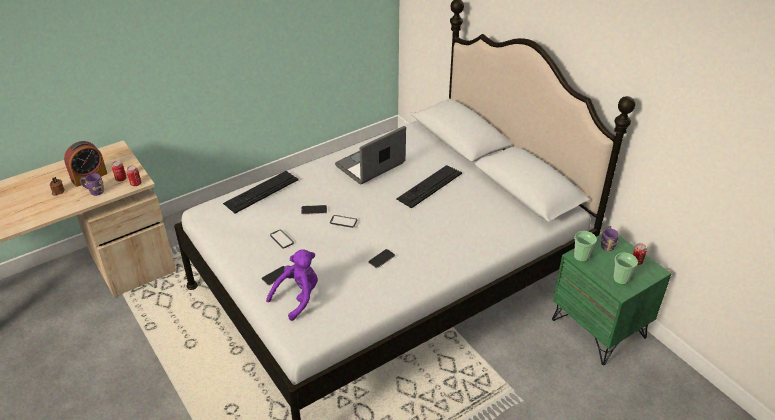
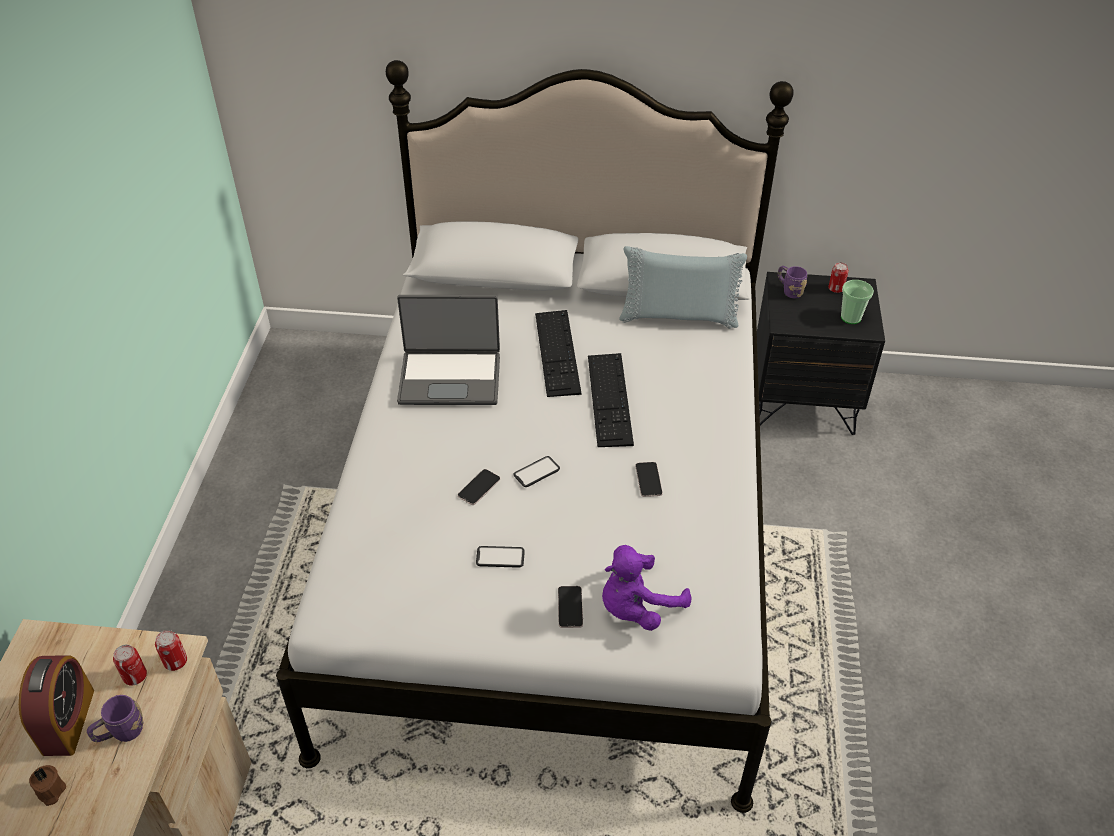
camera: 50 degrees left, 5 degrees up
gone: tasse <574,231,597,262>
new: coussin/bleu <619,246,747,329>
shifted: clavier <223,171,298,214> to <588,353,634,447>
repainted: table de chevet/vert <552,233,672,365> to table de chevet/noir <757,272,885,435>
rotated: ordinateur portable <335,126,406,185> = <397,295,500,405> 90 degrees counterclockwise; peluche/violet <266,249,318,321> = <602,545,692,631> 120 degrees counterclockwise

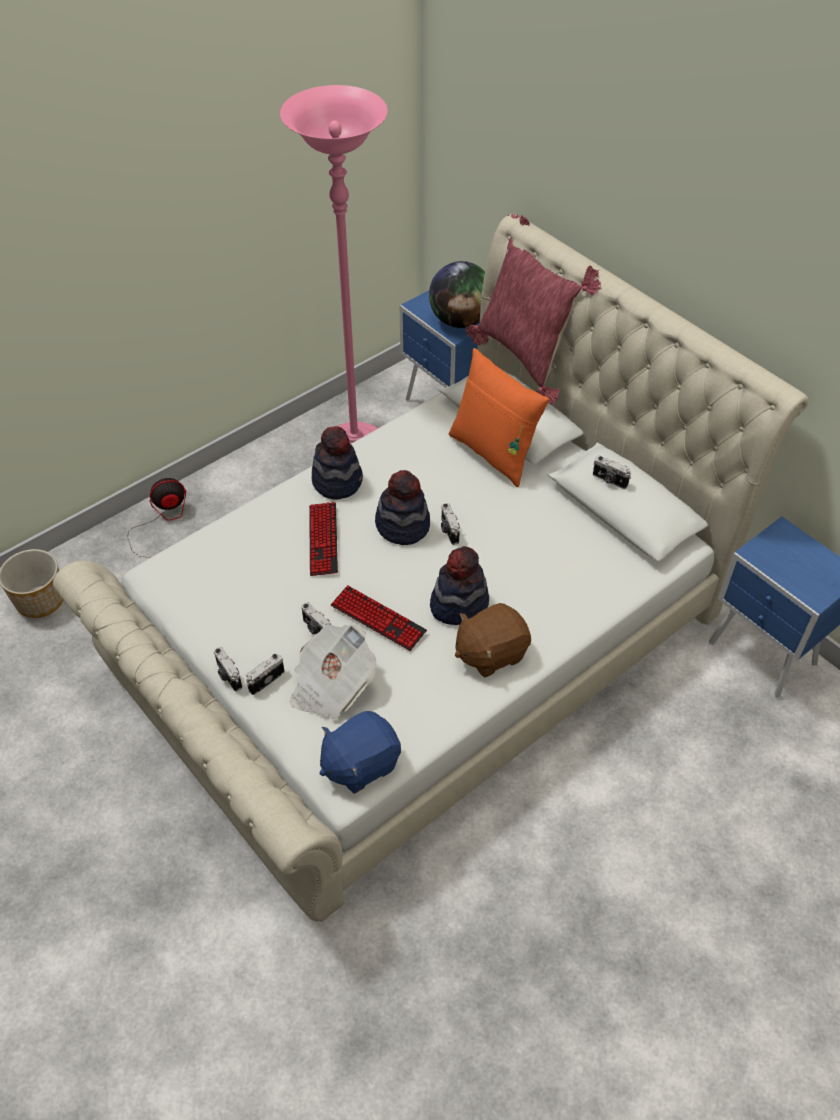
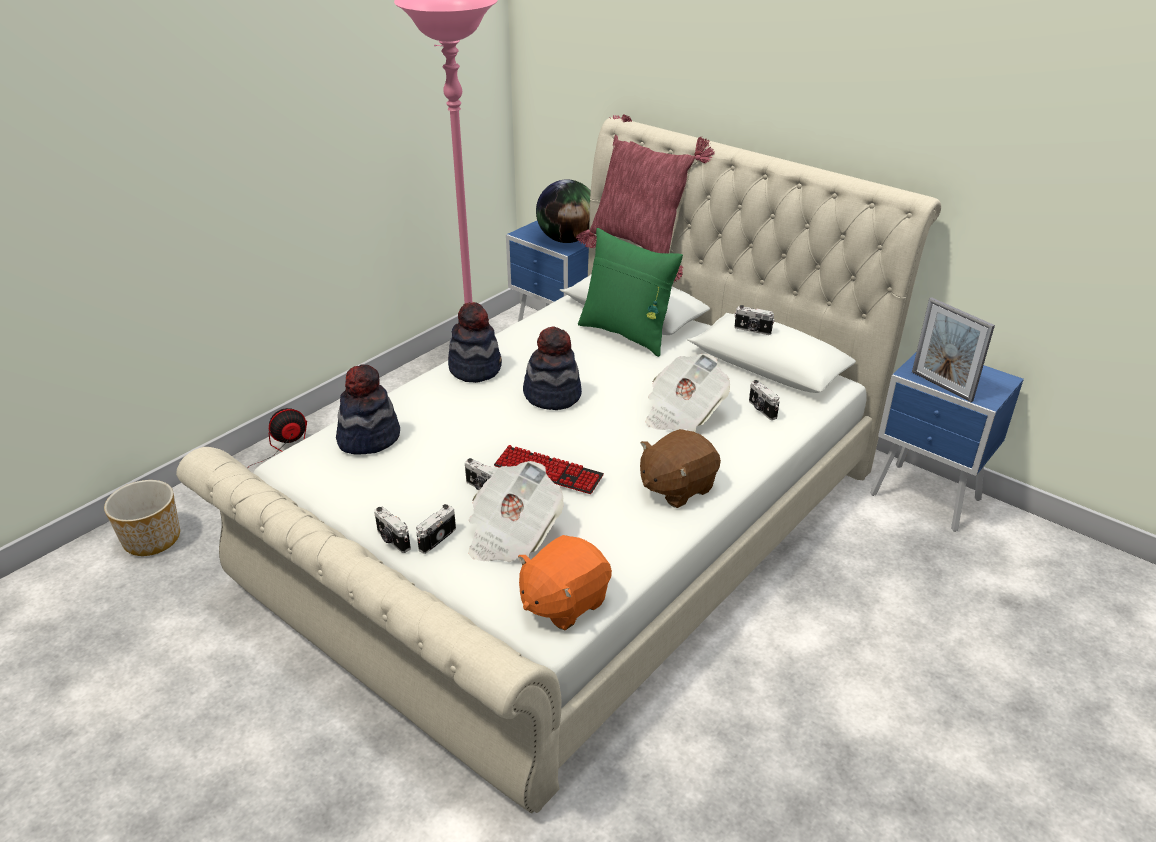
camera: 10 degrees left, 15 degrees down
gone: clavier <309,502,338,576>
new: cadre photo <912,297,995,402>; journal <645,354,730,432>
shifted: appareil photo <441,503,460,545> to <749,380,780,420>; chapeau <430,546,489,625> to <336,364,400,455>
repainted: coussin/orange <448,348,549,487> to coussin/vert <578,228,683,357>; peluche/bleu <320,711,401,794> to peluche/orange <518,535,612,630>

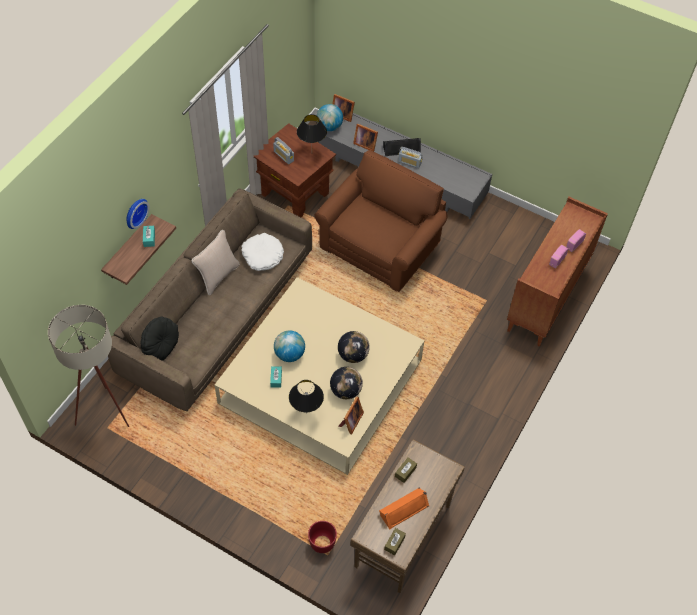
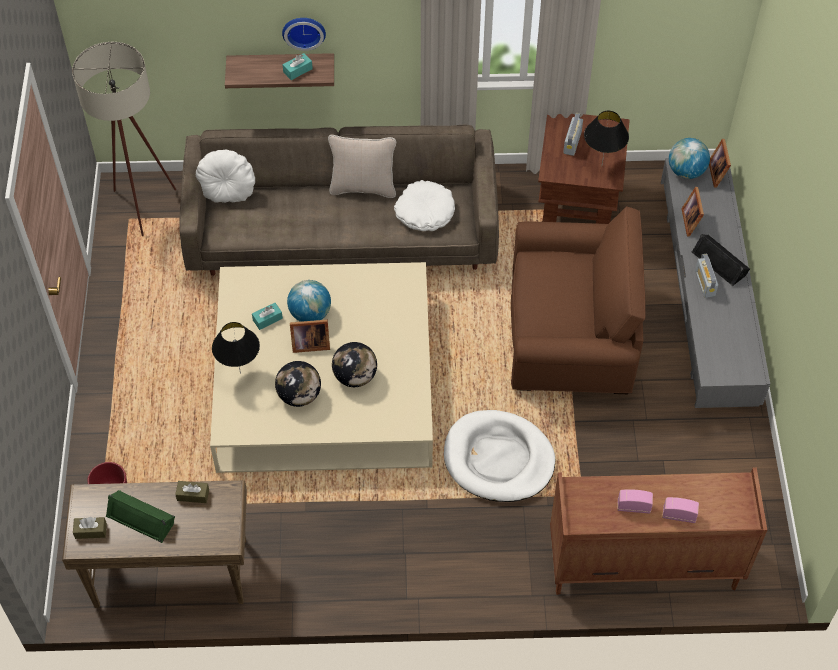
camera: 60 degrees right, 0 degrees up
new: panier pour chien/blanc <444,410,555,502>
shifted: cadre photo <338,396,364,435> to <290,320,330,353>
repainted: coussin/noir <140,316,179,360> to coussin/blanc <196,150,255,203>; enceinte/orange <379,488,429,530> to enceinte/vert <106,490,175,543>

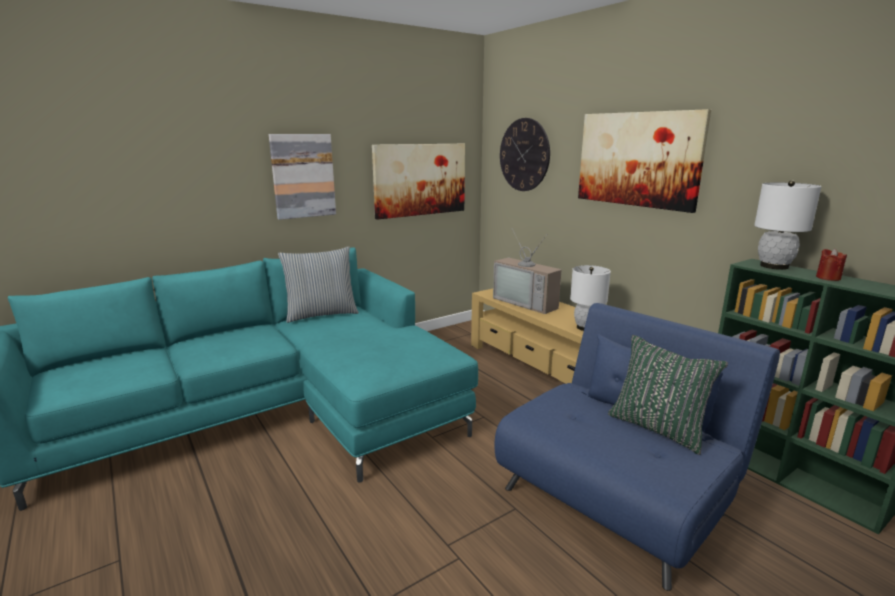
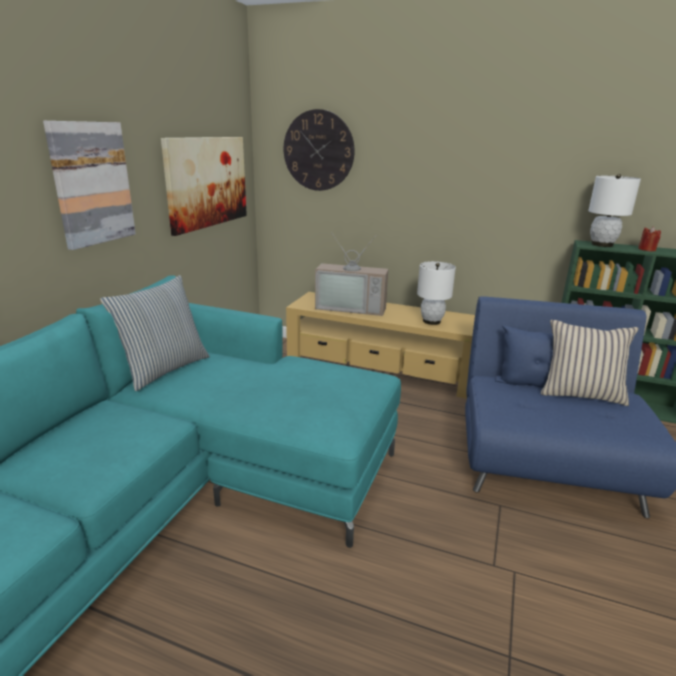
camera: 35 degrees left, 5 degrees up
gone: tableau <578,109,711,213>
repainted: coussin/vert <608,335,728,455> to coussin/beige <541,320,639,406>

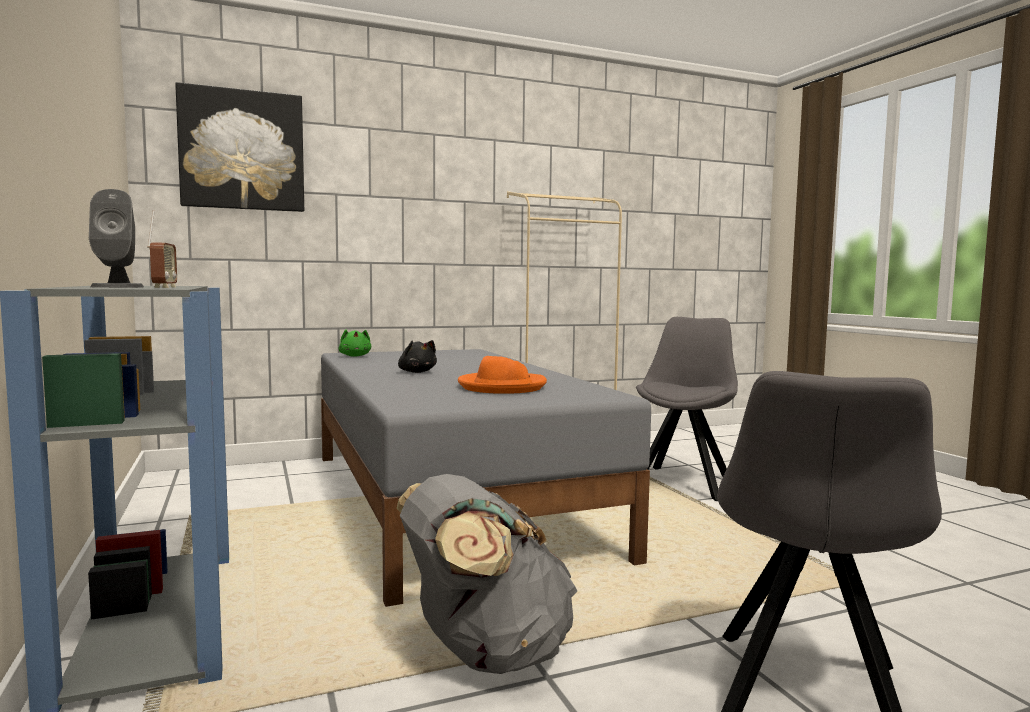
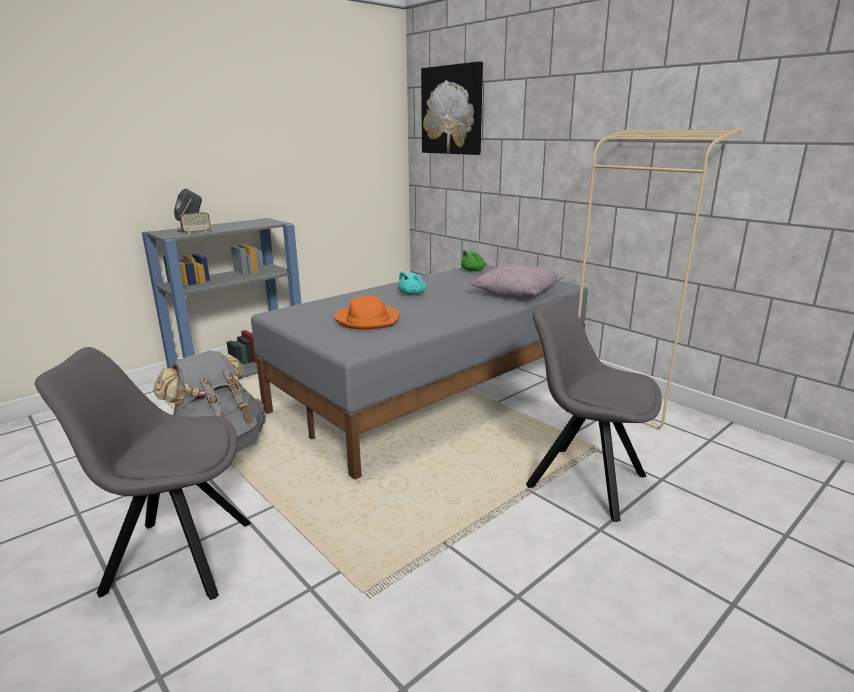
camera: 70 degrees right, 15 degrees up
new: coussin/violet <469,263,564,299>
repainted: peluche/noir <398,340,437,373> to peluche/turquoise <398,271,426,295>
rotated: chaise/gris <636,317,738,501> = <526,296,662,522> 150 degrees counterclockwise

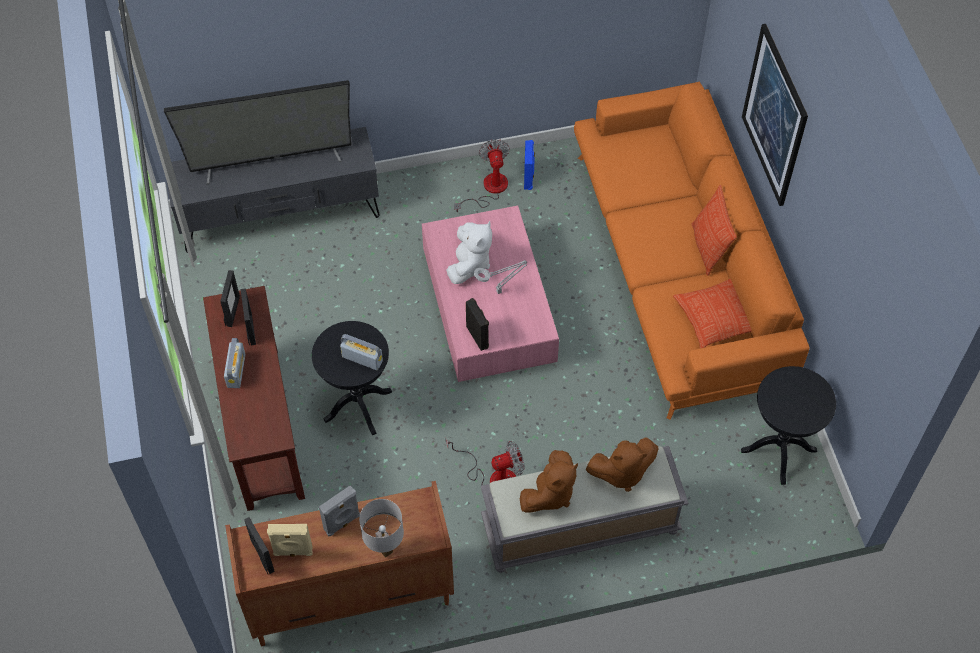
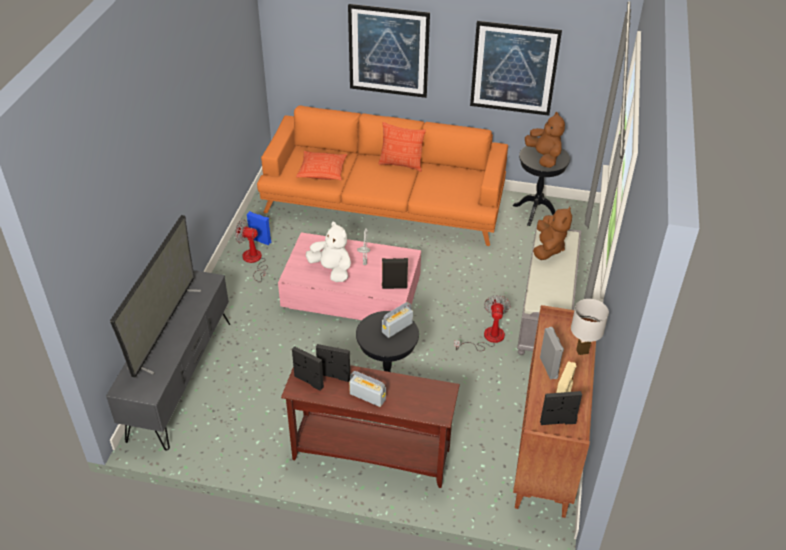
camera: 65 degrees left, 15 degrees down
new: tableau <470,21,562,116>
shifted: coussin/orange <673,279,751,348> to <296,151,347,180>; peluche/marron <520,450,578,513> to <525,112,565,168>

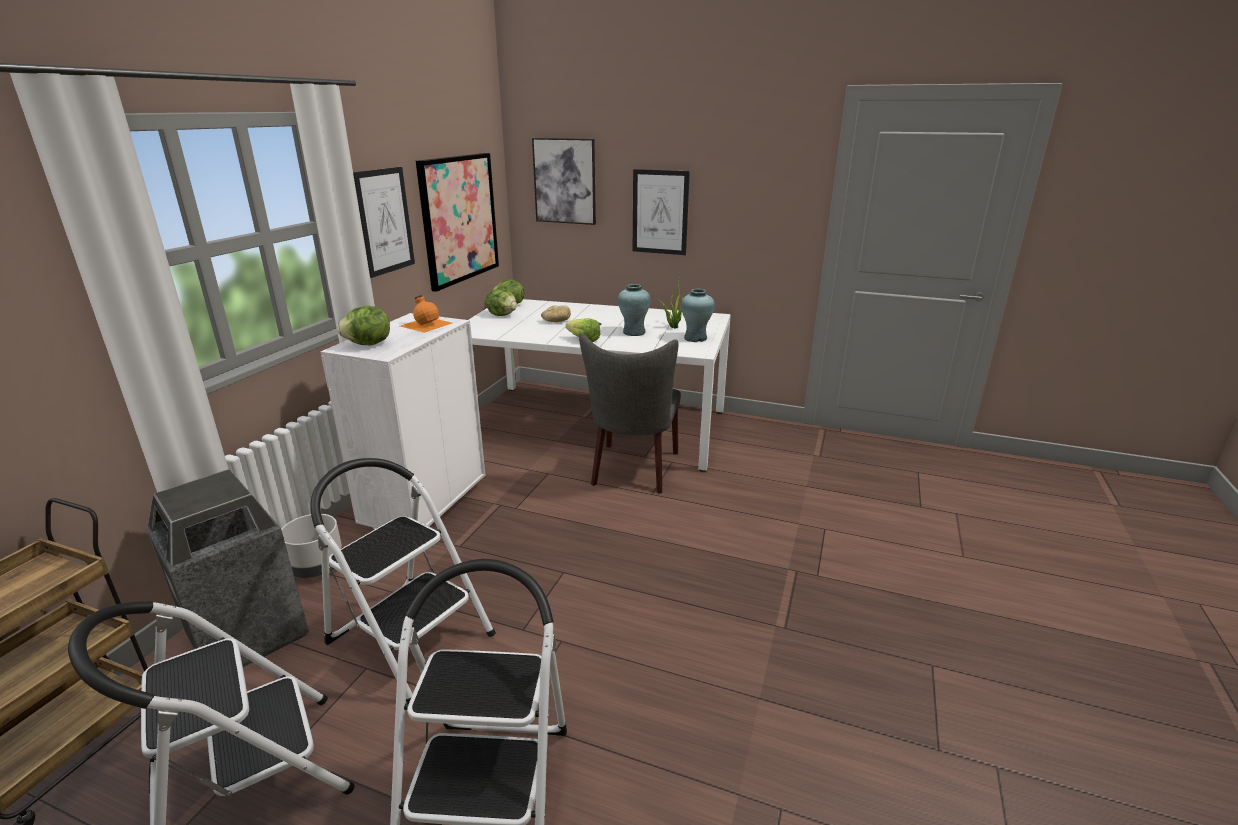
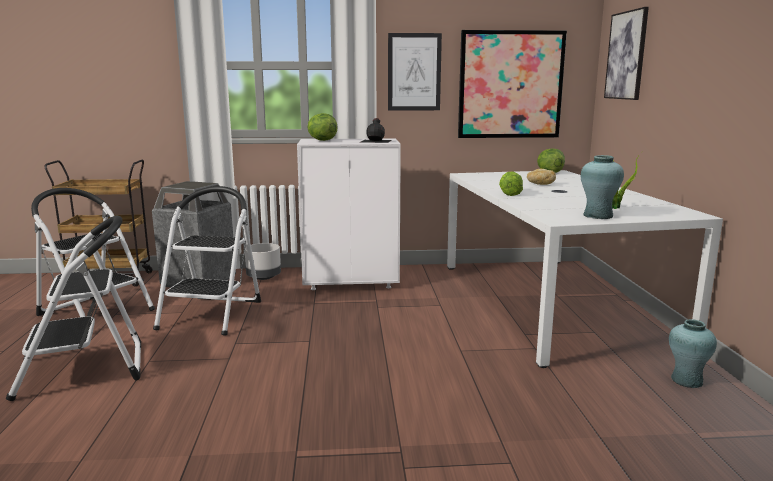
camera: 65 degrees right, 10 degrees down
gone: tableau <633,169,690,255>; laitue <486,289,517,316>; chaise/gris <579,333,681,494>
shifted: vase/turquoise <618,284,651,336> to <669,319,717,388>
repainted: bouteille/orange <400,295,452,333> to bouteille/noir <361,118,392,143>

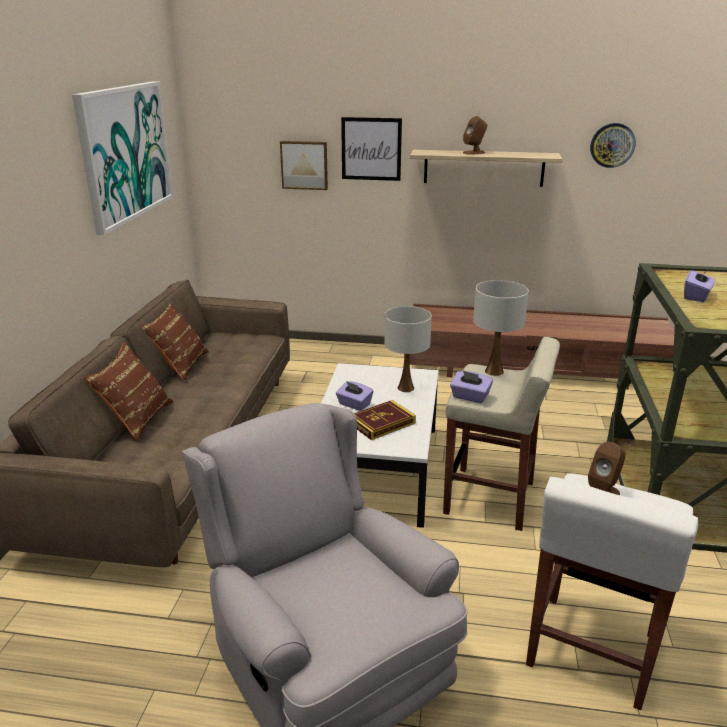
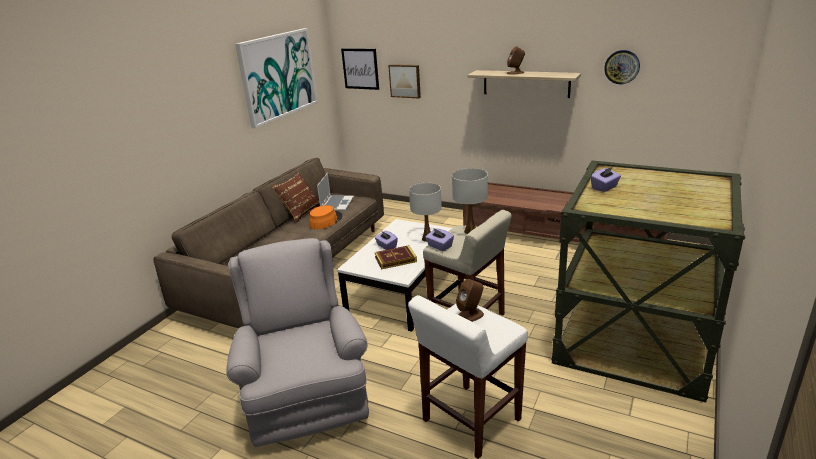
camera: 20 degrees right, 0 degrees up
gone: coussin/marron <83,342,173,441>
new: ordinateur portable <317,173,354,211>; chapeau/orange <309,205,342,229>
shifted: tableau <341,117,402,181> to <341,48,379,90>

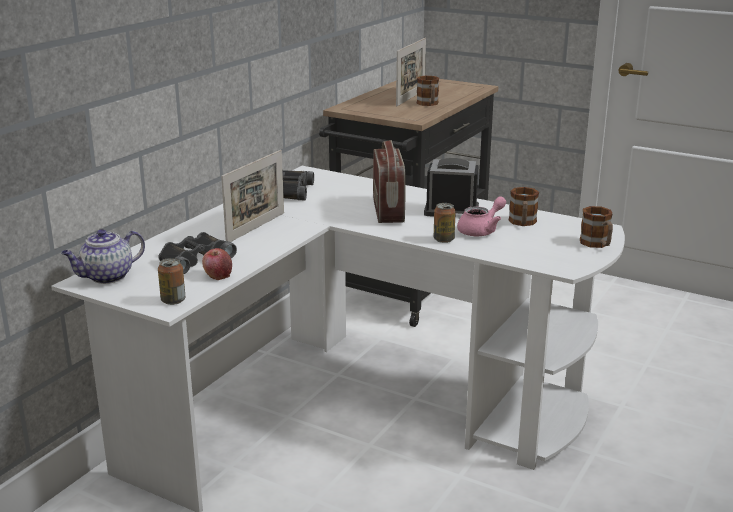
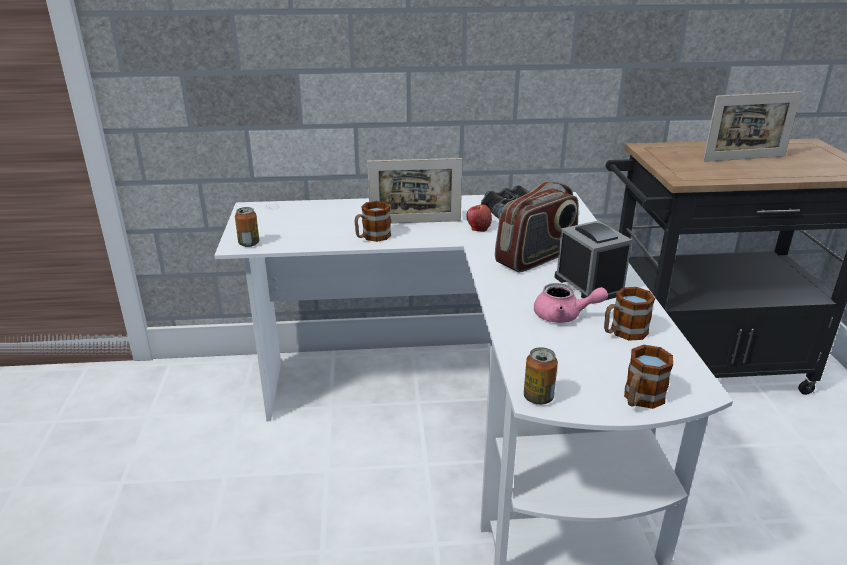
camera: 55 degrees right, 5 degrees up
gone: théière <61,229,145,284>; jumelles/noir <158,232,237,274>
shifted: mug <416,76,439,106> to <354,201,391,242>; boîte métallique <434,203,456,243> to <524,347,558,405>; pomme <202,248,232,280> to <467,205,492,232>

